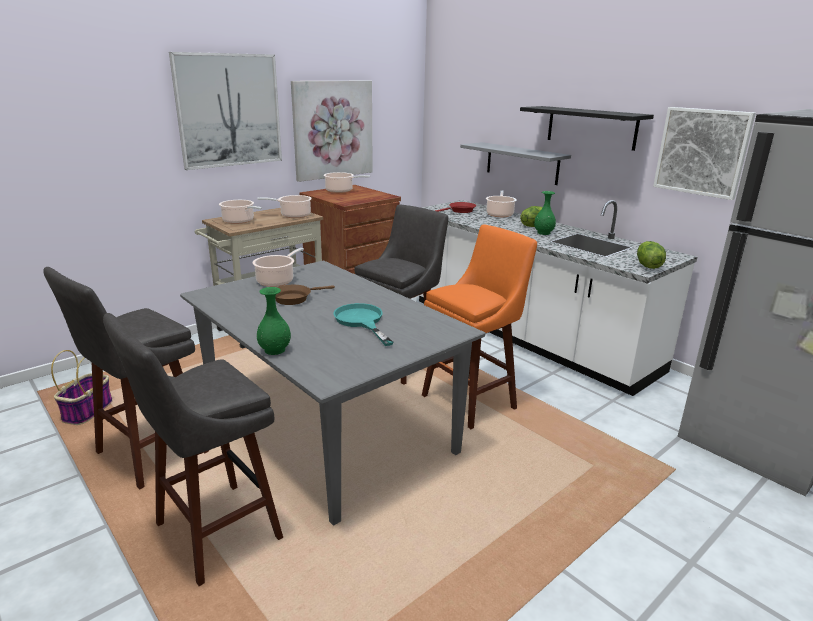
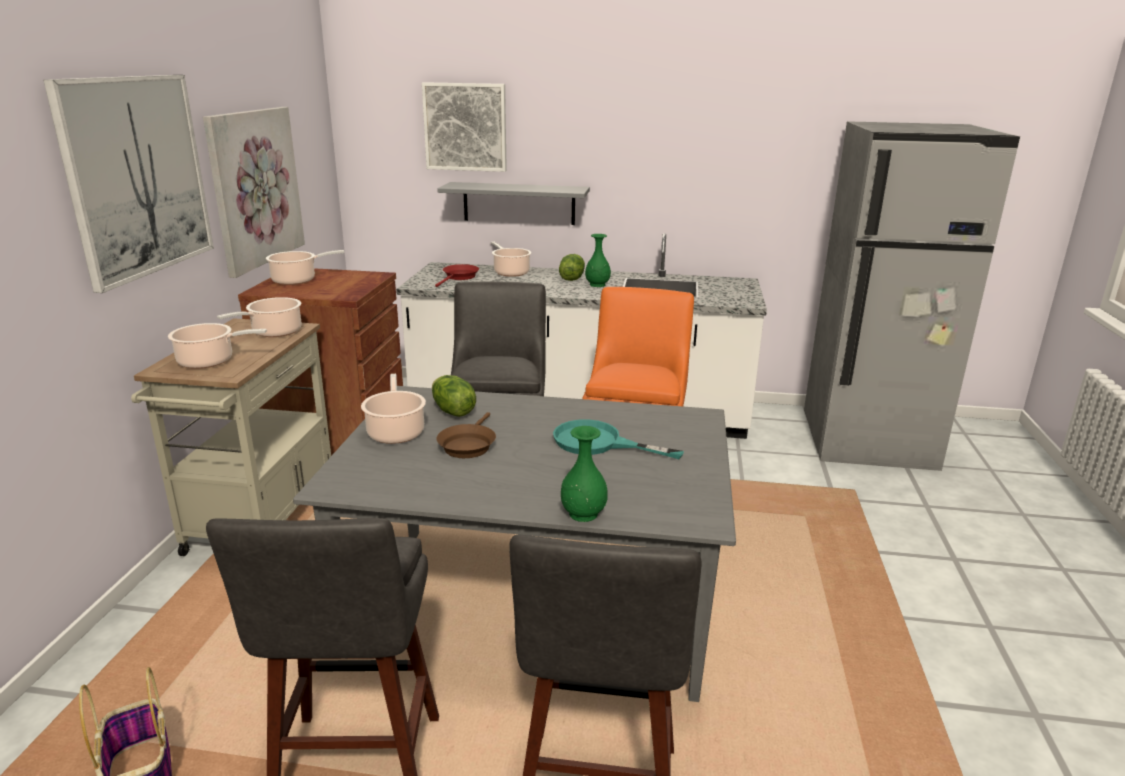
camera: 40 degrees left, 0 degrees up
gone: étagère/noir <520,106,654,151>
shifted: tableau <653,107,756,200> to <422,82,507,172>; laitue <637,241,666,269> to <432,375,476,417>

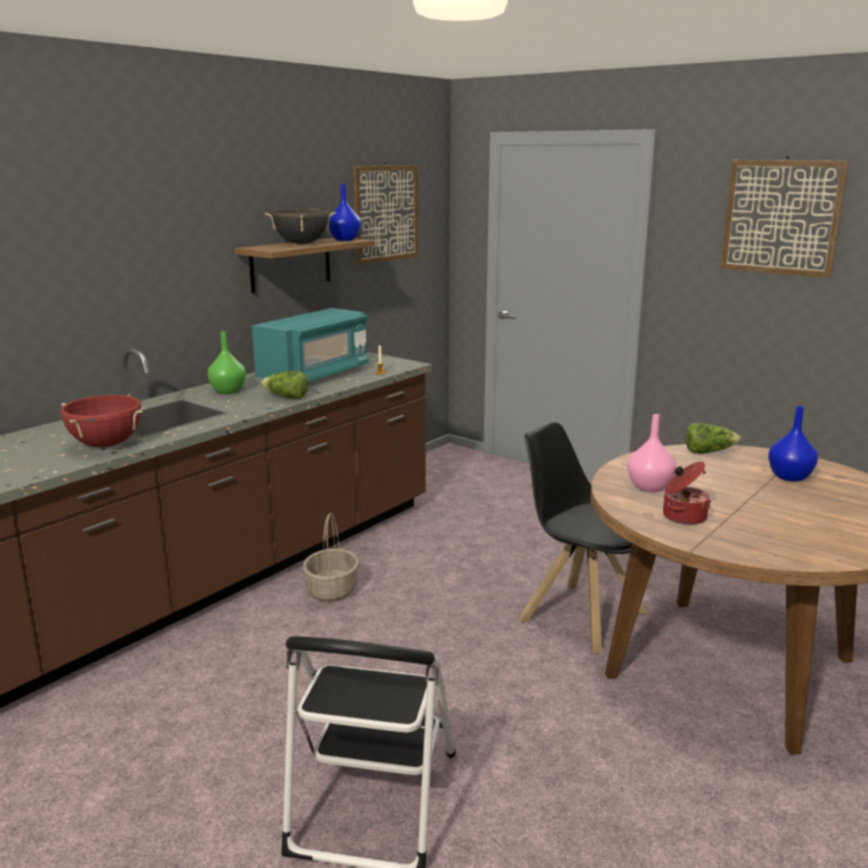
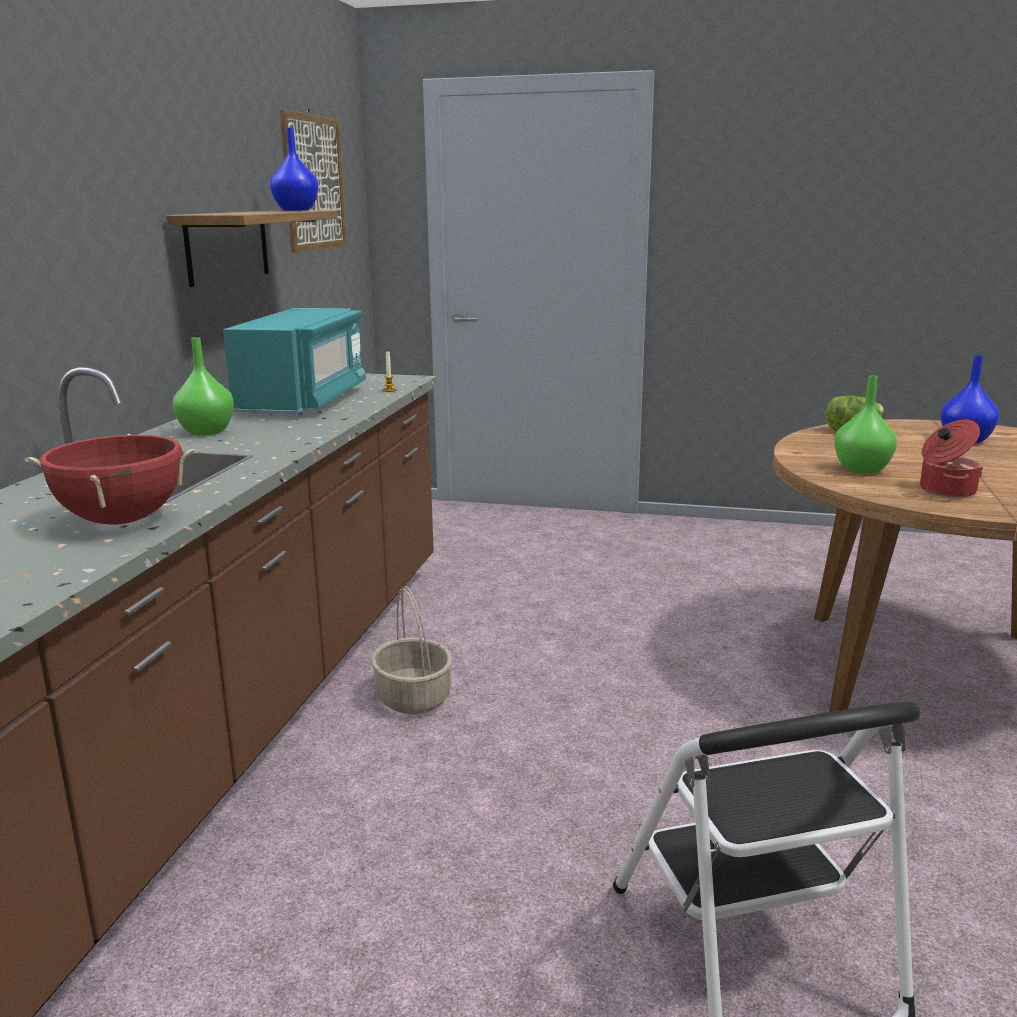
camera: 25 degrees left, 0 degrees up
gone: tableau <720,156,849,278>; marmite/noir <265,209,336,244>; laitue <261,371,308,399>; chaise/noir <518,422,647,654>
repainted: vase/rose <627,414,676,492> to vase/vert <834,375,897,474>

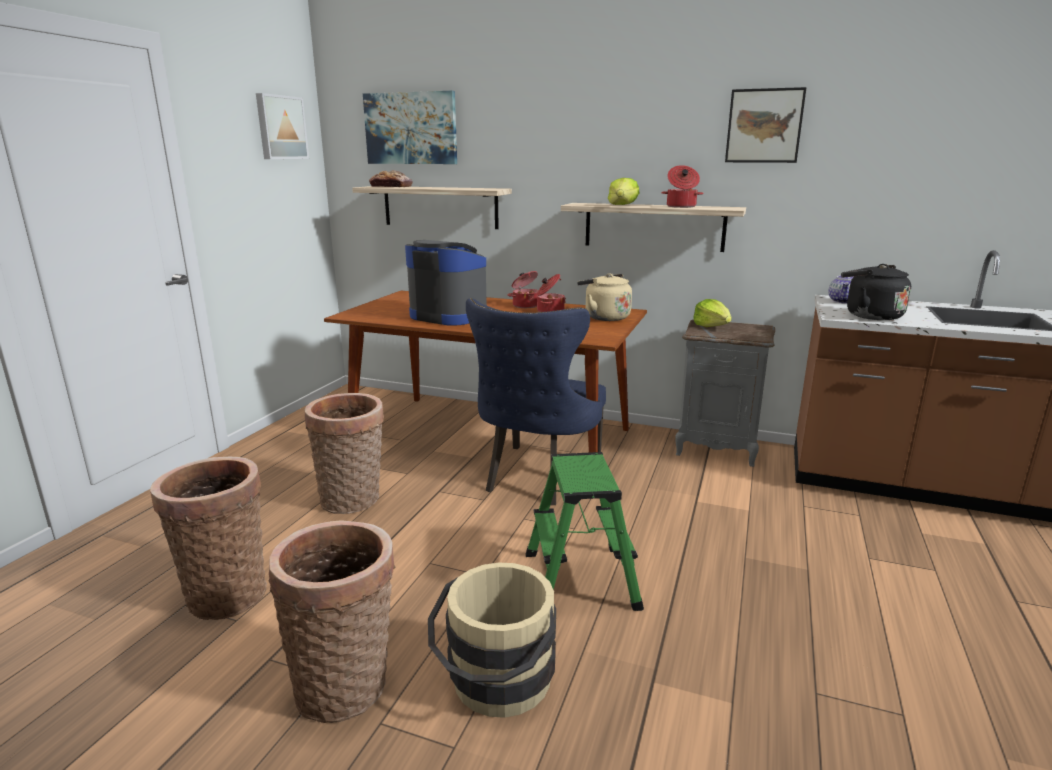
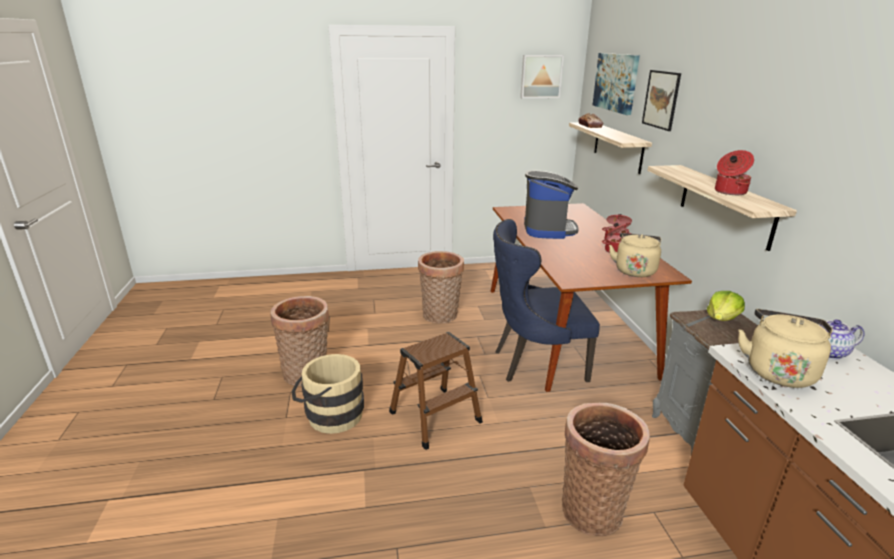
camera: 60 degrees right, 5 degrees up
gone: laitue <608,178,639,205>
shifted: tableau <725,87,807,163> to <642,70,681,131>; panier <150,457,267,620> to <562,403,650,536>
repainted: bouilloire/noir <841,264,911,320> to bouilloire/beige <738,309,833,388>; escabeau/vert <525,452,644,611> to escabeau/marron <389,332,483,450>

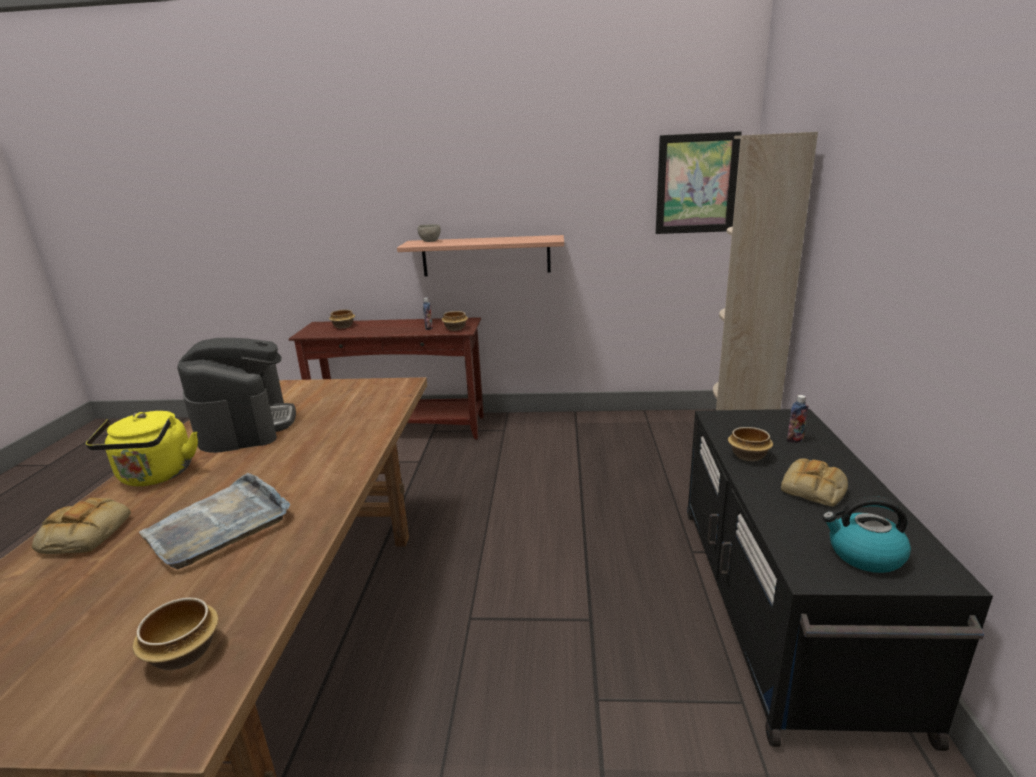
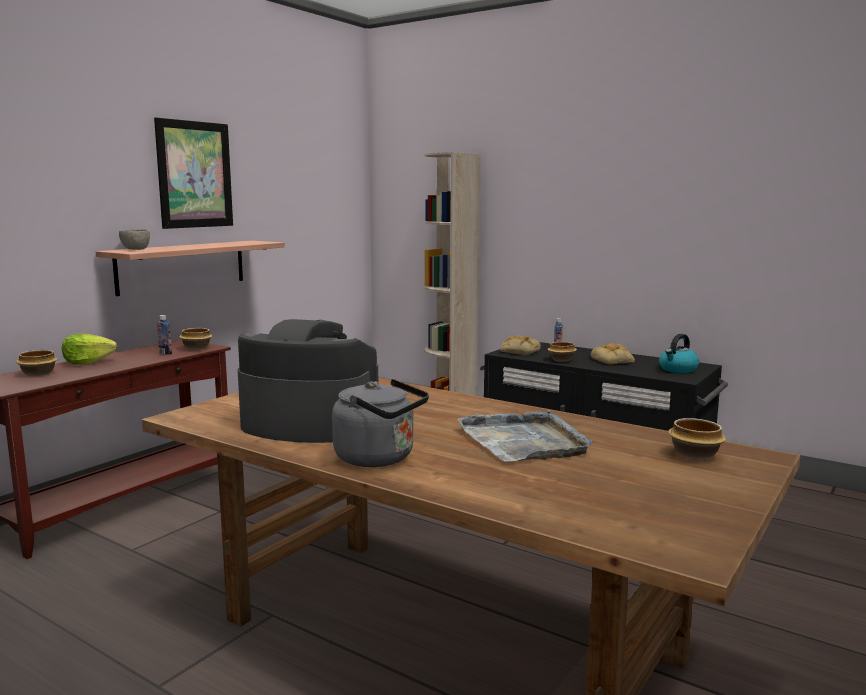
camera: 60 degrees left, 10 degrees down
new: laitue <62,334,117,365>
shifted: tableau <656,131,742,234> to <154,118,233,229>; pain <32,498,131,554> to <500,335,541,355>
repainted: bouilloire/jaune <86,411,198,486> to bouilloire/gris <332,379,429,467>

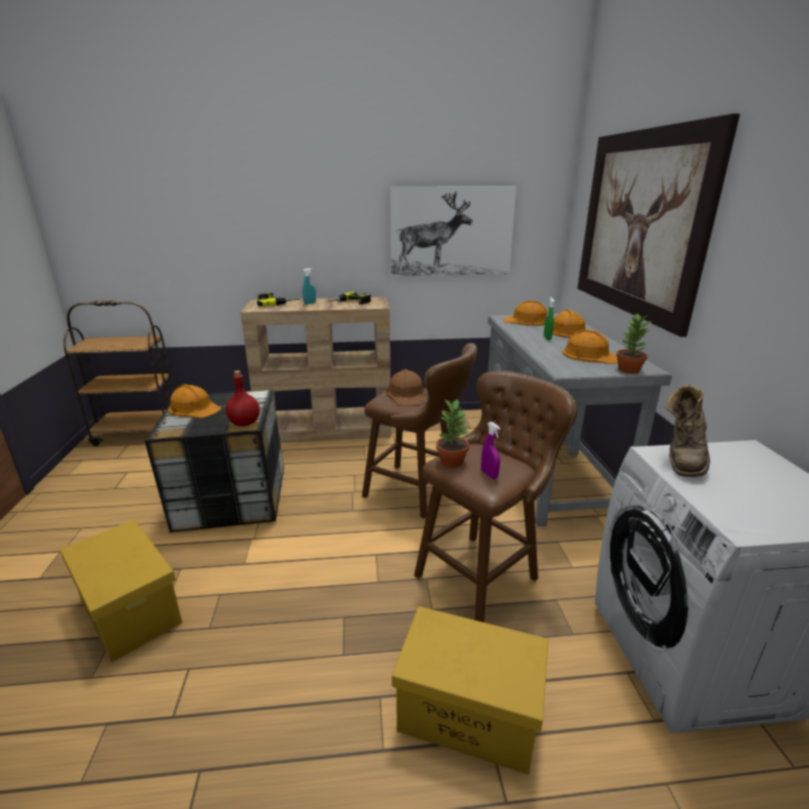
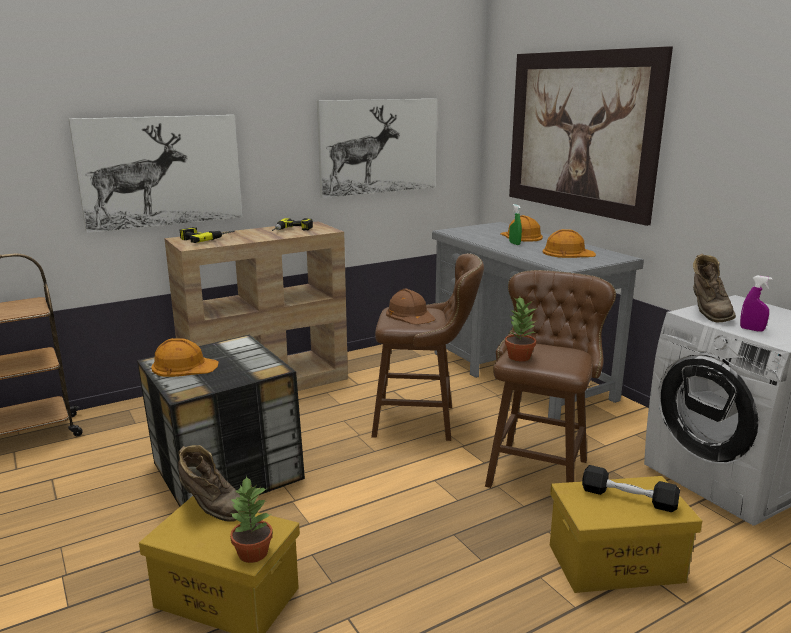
camera: 25 degrees left, 5 degrees down
gone: vaporisateur/turquoise <302,268,316,304>; casque de chantier/orange <503,301,547,326>; bouteille/rouge <226,371,260,426>
new: tableau <69,115,242,233>; botte/marron <178,445,240,522>; haltère/noir <582,465,680,512>
shifted: plante en pot <616,313,653,374> to <230,476,273,563>; vaporisateur/violet <481,422,500,479> to <740,275,772,332>

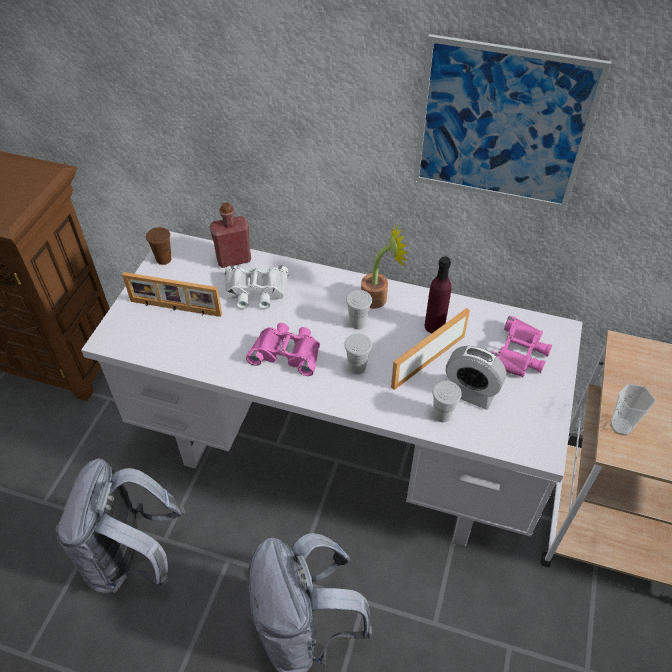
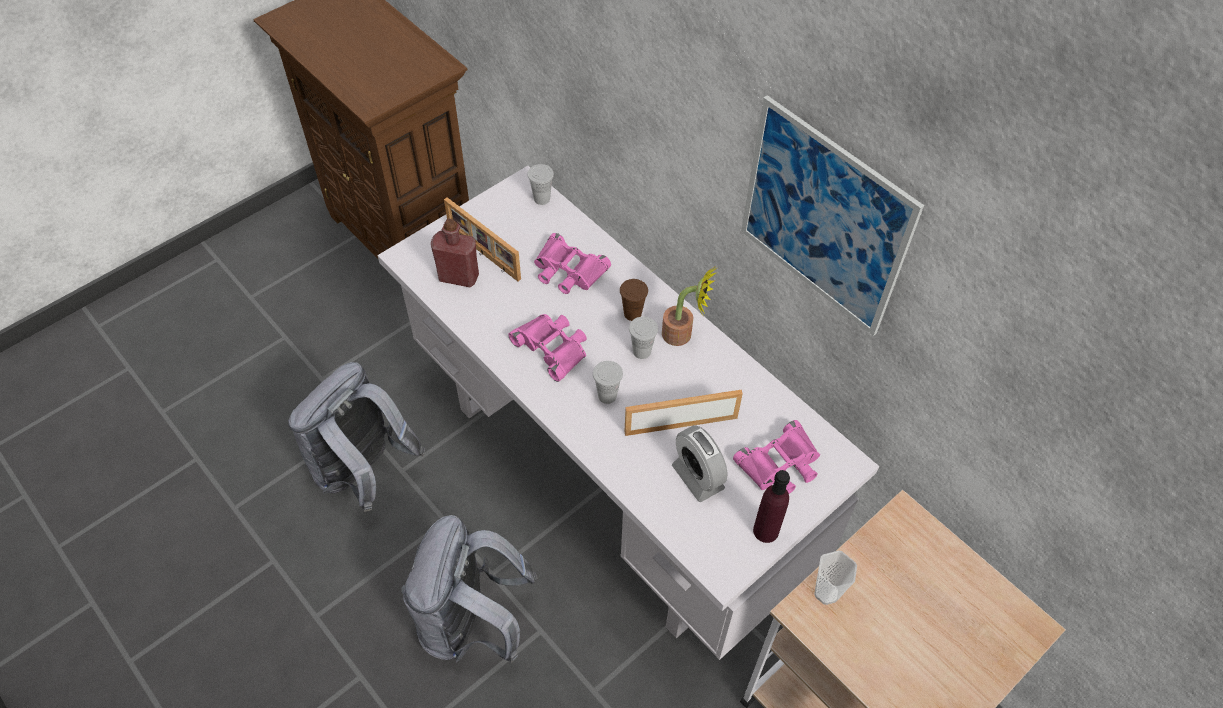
camera: 30 degrees right, 5 degrees up
shifted: bouteille/rouge <209,202,251,268> to <431,218,479,287>; tasse/marron <146,227,171,265> to <620,279,648,321>; bouteille/violet <425,256,451,333> to <753,470,790,543>; tasse/blanc <432,381,462,423> to <527,164,554,205>
repainted: jumelles/blanc <225,265,289,309> to jumelles/rose <534,233,611,294>

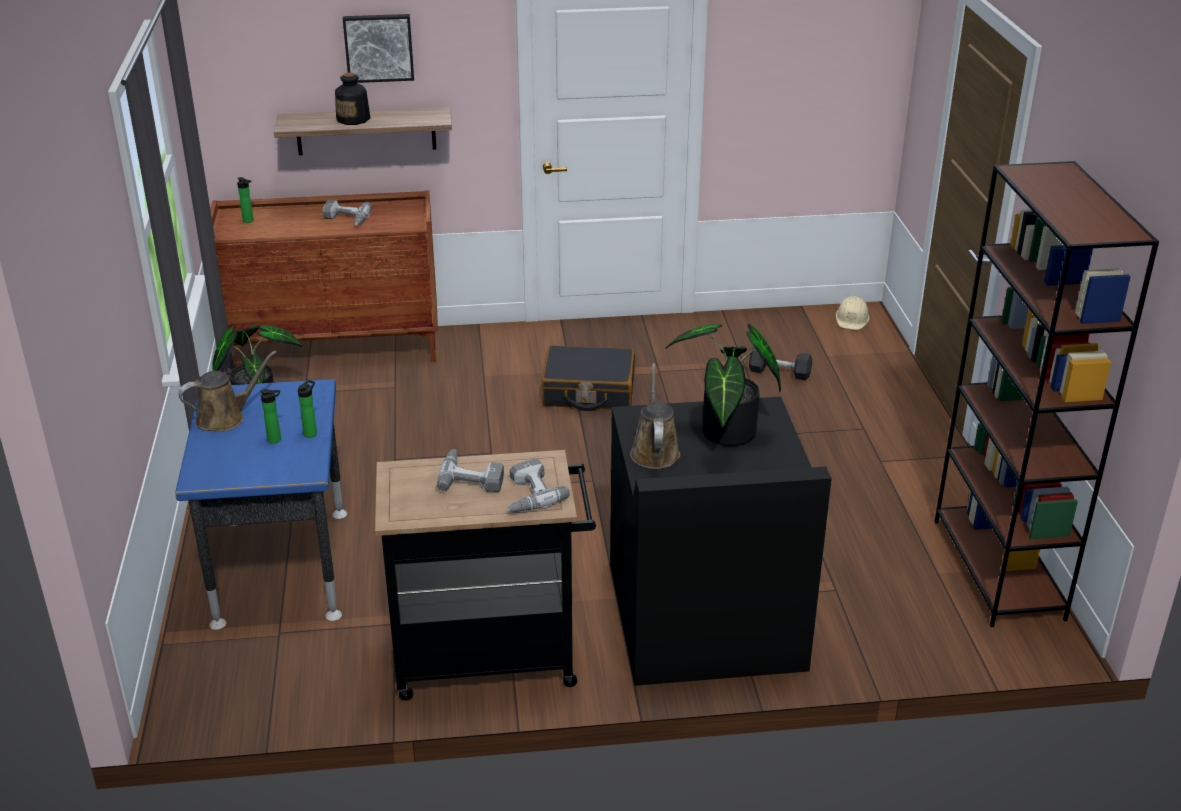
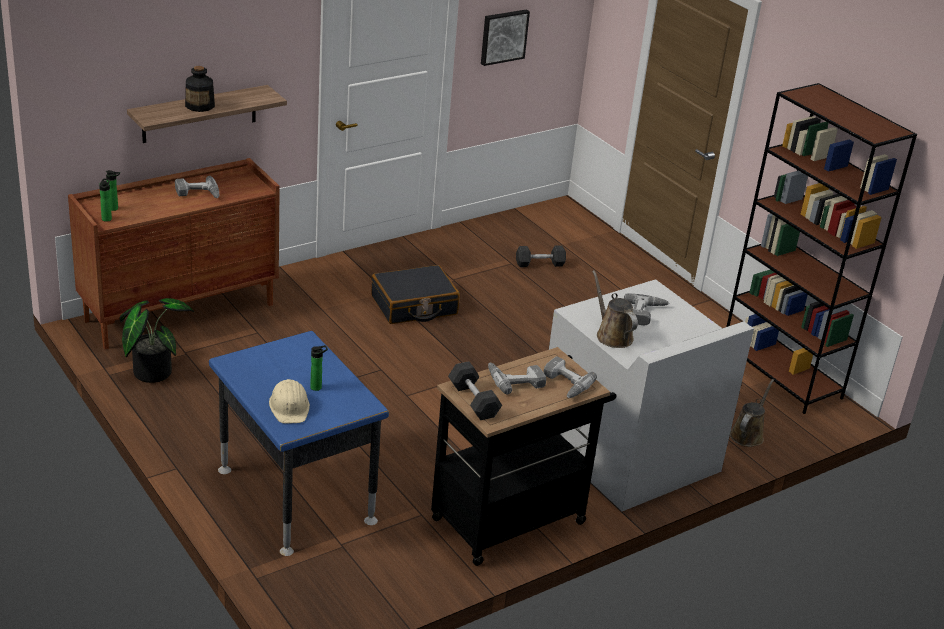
camera: 30 degrees left, 0 degrees up
new: haltère/gris <448,361,502,420>
shifted: tableau <343,14,414,83> to <481,10,530,66>; casque de chantier/beige <836,296,869,330> to <269,379,310,424>; arrosoir/marron <178,351,277,431> to <730,379,774,447>; bouteille <298,380,317,438> to <99,179,112,222>
swapped: plante en pot <665,324,781,446> to perceuse <624,293,669,326>
repainted: lave-linge/noir <610,396,832,686> to lave-linge/blanc <549,279,754,511>

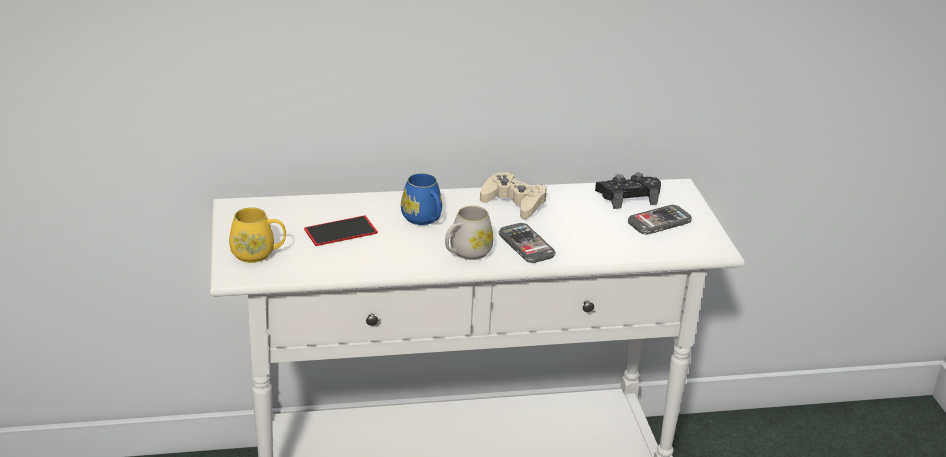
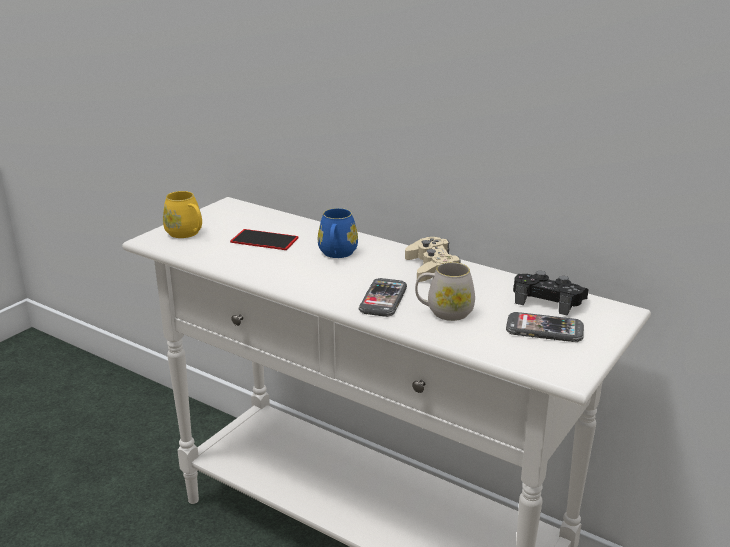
camera: 45 degrees right, 5 degrees down
shifted: mug/blanc <445,206,493,260> to <415,262,475,321>

